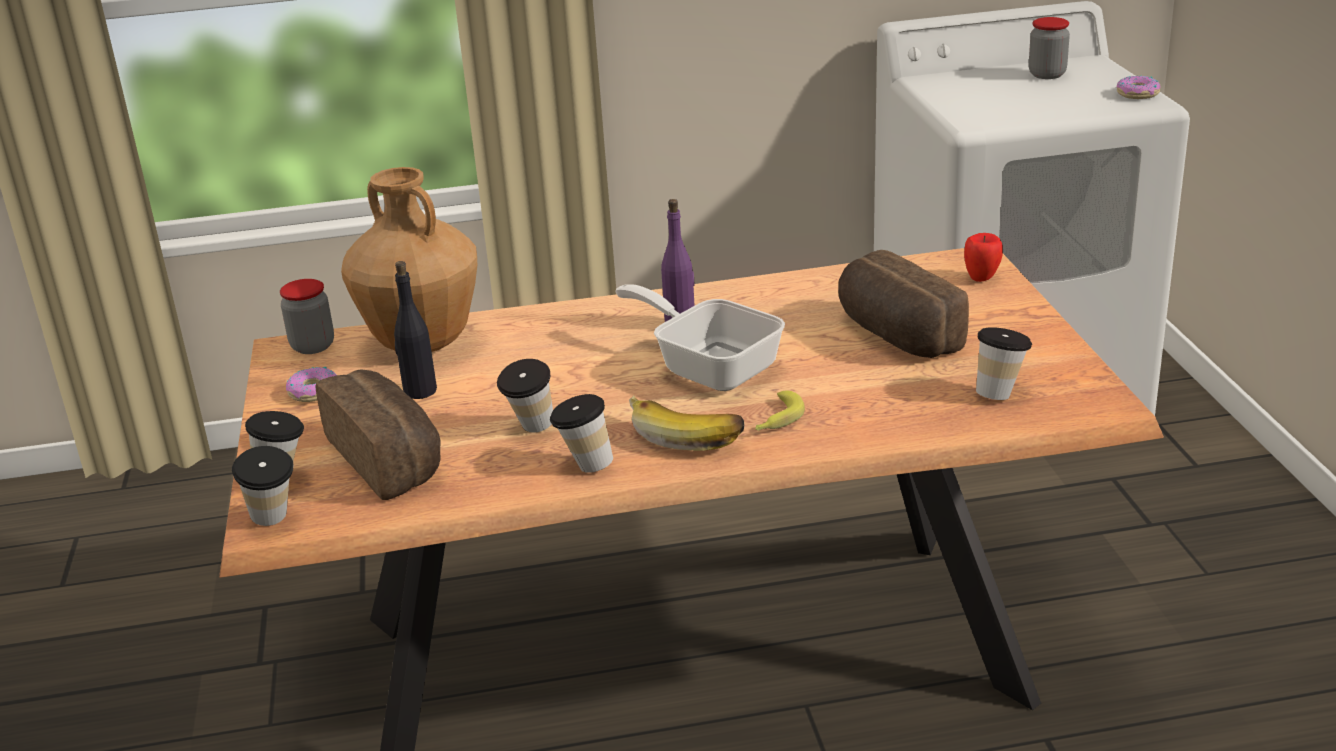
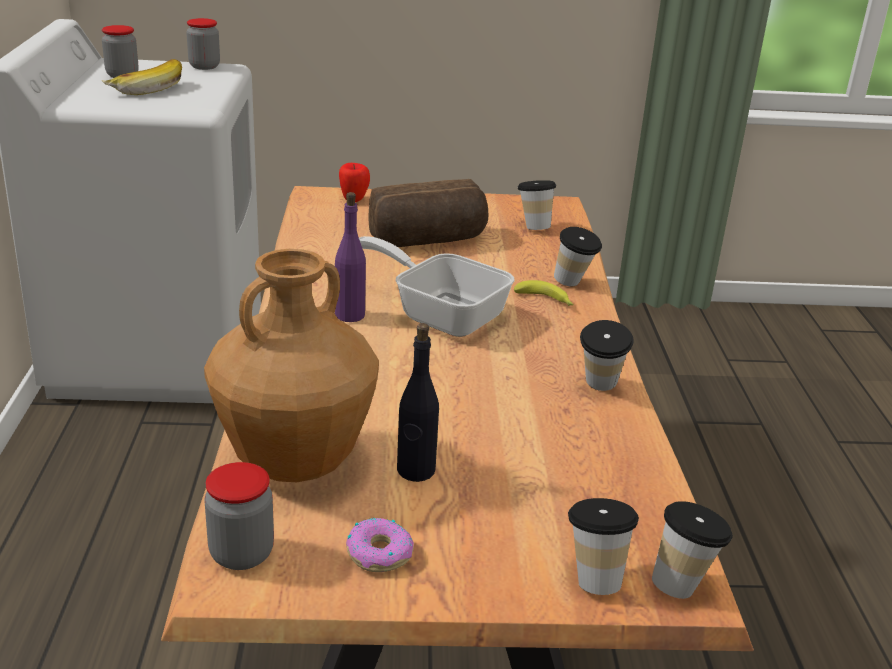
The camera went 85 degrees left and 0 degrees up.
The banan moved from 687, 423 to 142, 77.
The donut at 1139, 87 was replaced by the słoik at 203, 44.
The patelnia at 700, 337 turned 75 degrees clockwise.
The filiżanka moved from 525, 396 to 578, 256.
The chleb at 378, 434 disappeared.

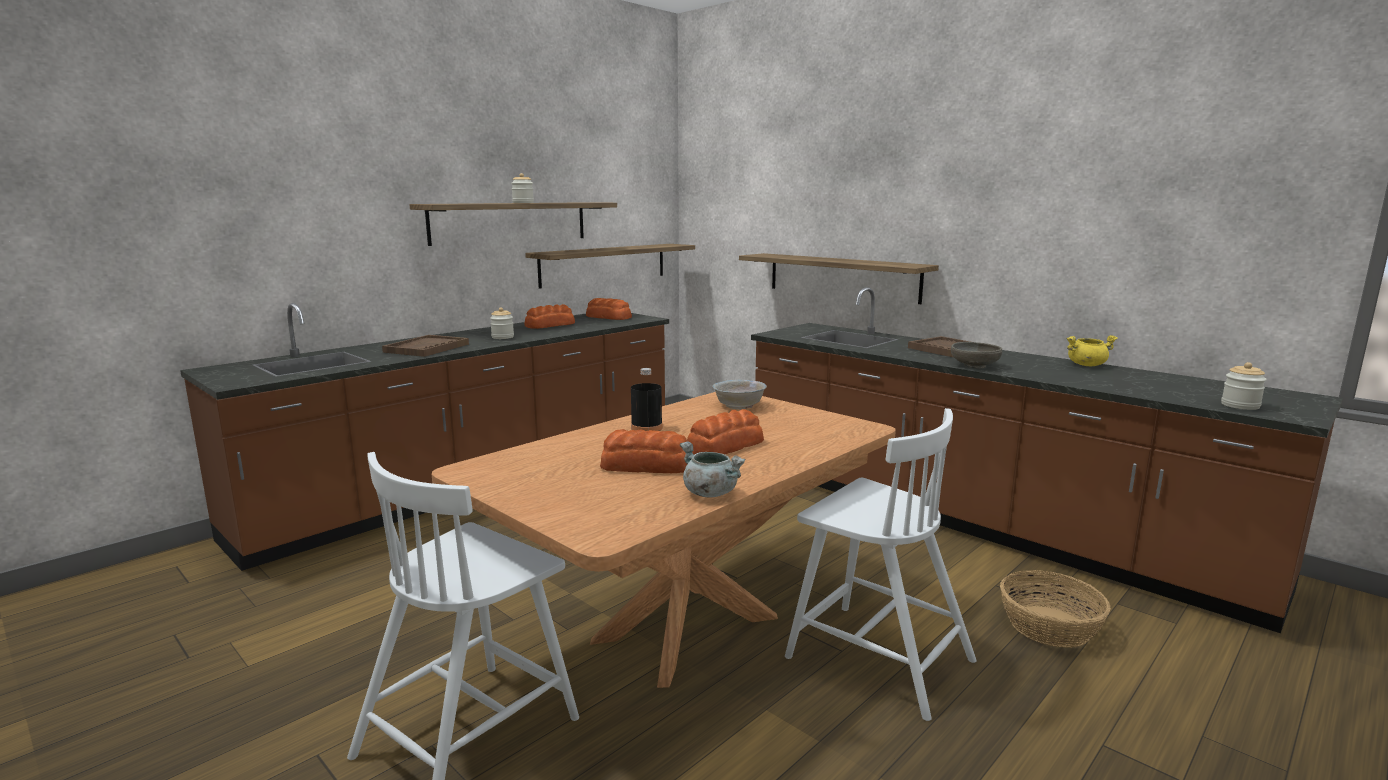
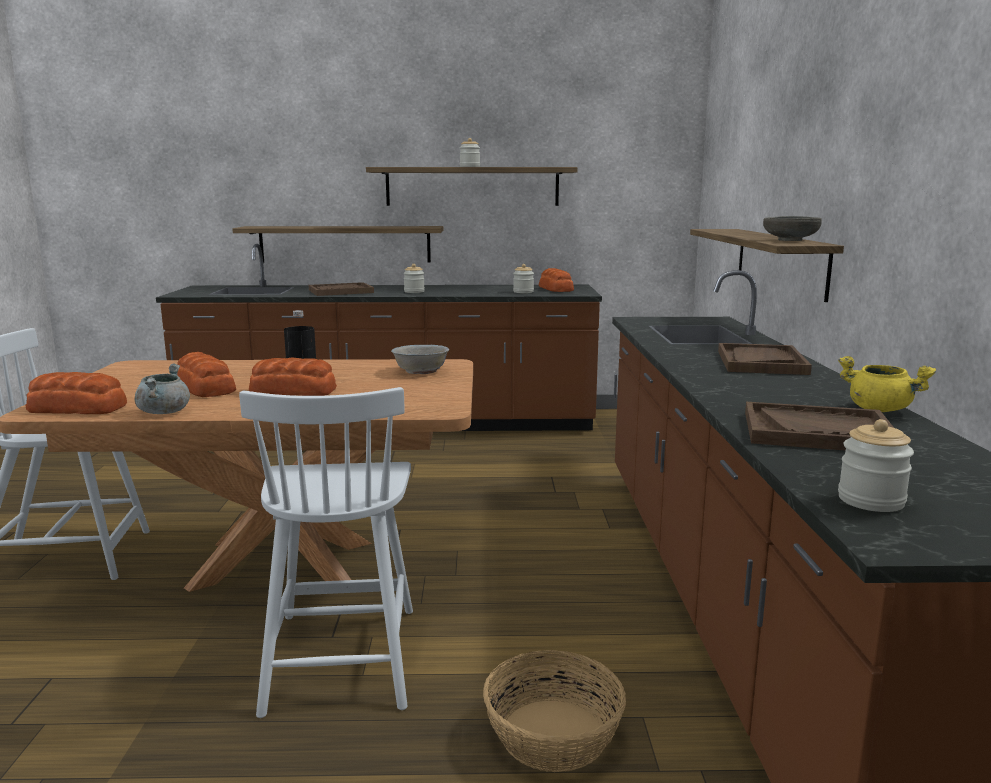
The camera went 45 degrees right and 0 degrees up.
The chleb moved from 549, 316 to 76, 393.
The półka moved from 610, 266 to 337, 244.
The słoik at 523, 278 appeared.
The taca (brązowy) at 819, 426 appeared.
The miska (szary) moved from 976, 355 to 792, 228.

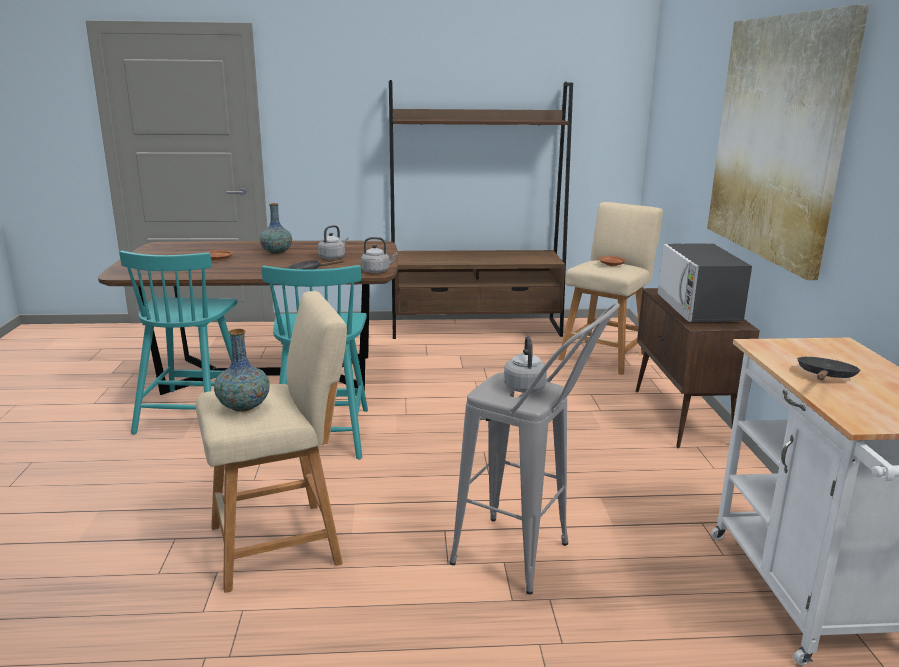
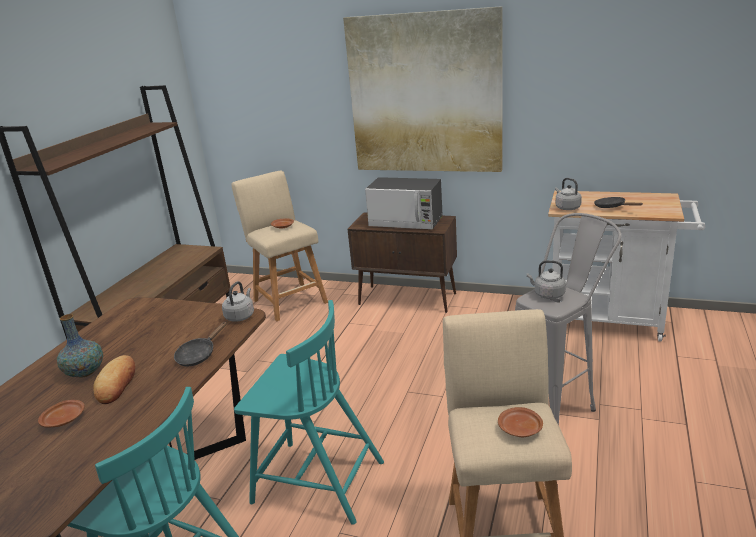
The camera went 65 degrees left and 5 degrees up.
The chleb at 114, 379 appeared.
The wazon at 242, 370 was replaced by the talerz (brązowy) at 520, 422.
The czajnik (szary) moved from 333, 242 to 568, 194.

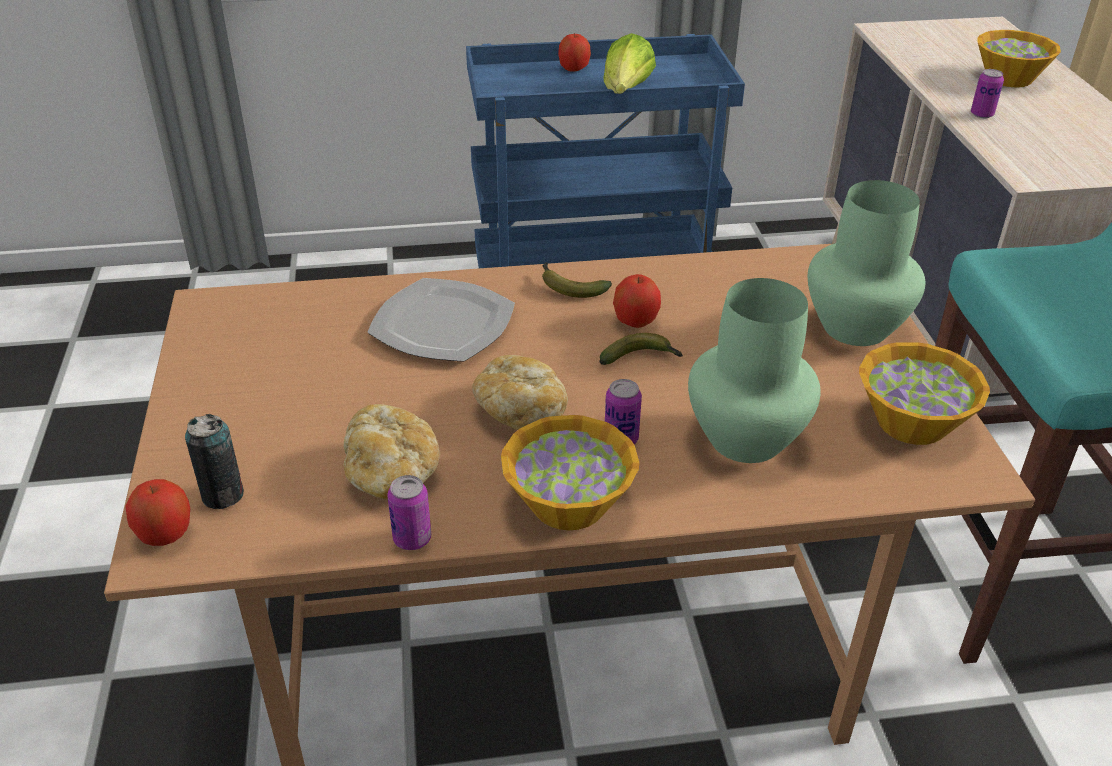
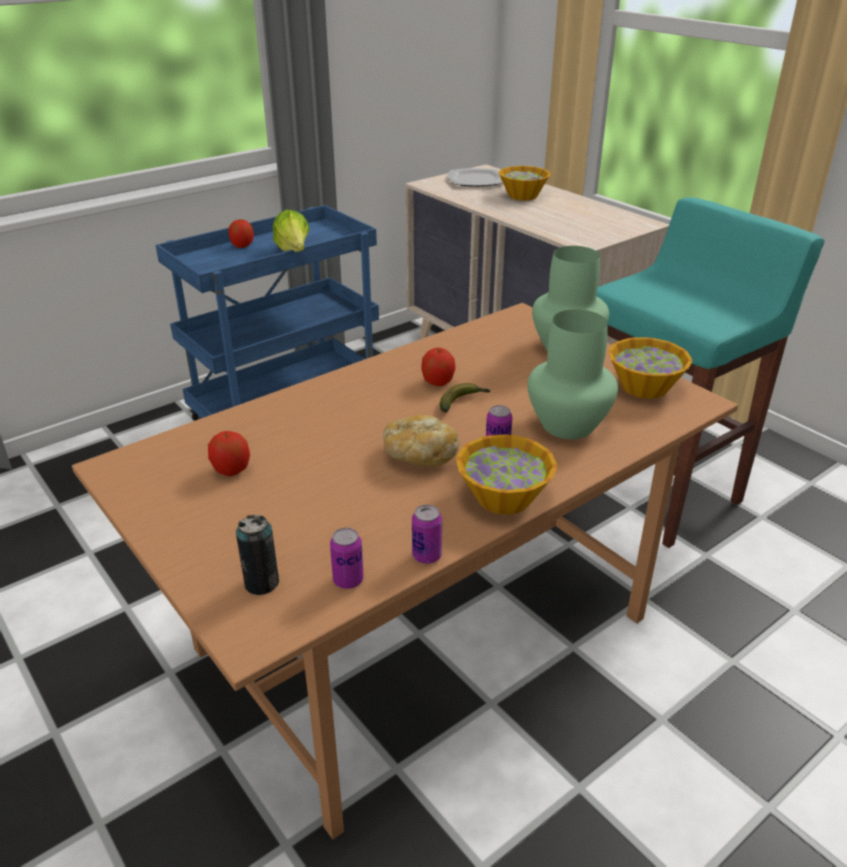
The camera went 30 degrees left and 5 degrees down.
The jabłko moved from 157, 512 to 229, 453.
The puszka moved from 987, 93 to 347, 558.
The talerz moved from 441, 320 to 475, 177.
The chleb at 392, 451 disappeared.
The banan at 577, 280 disappeared.

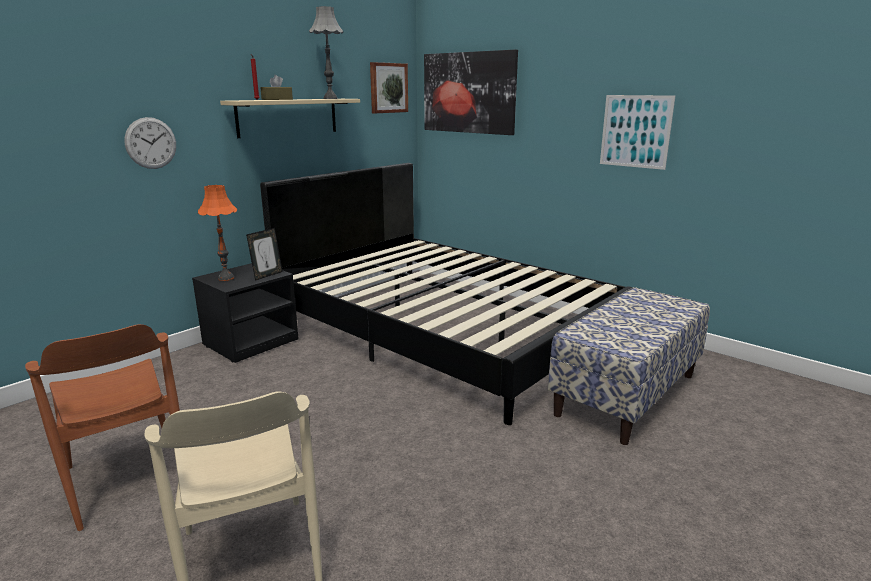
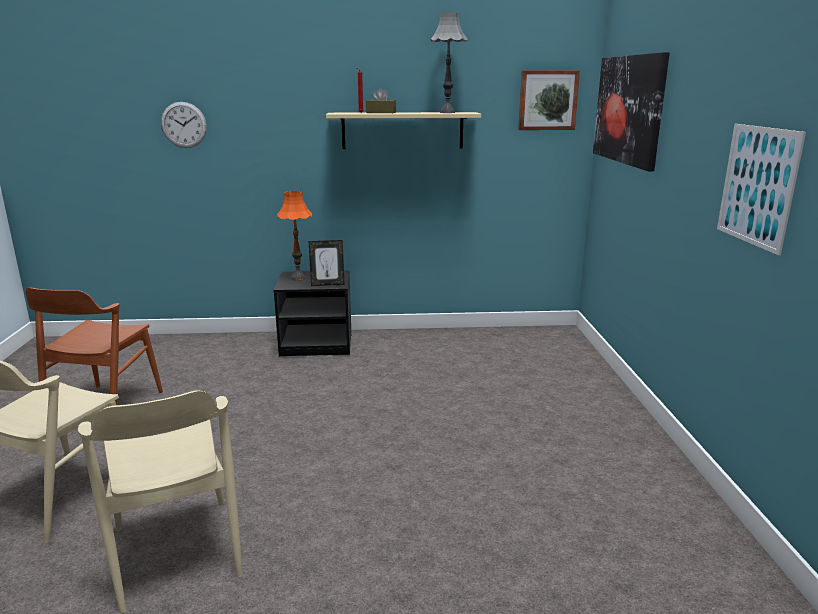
The camera went 45 degrees right and 0 degrees up.
The krzesło (beżowy) at 160, 501 appeared.
The zegar ścienny moved from 150, 143 to 184, 125.
The łóżko (czarny) at 446, 294 disappeared.
The ławka at 629, 366 disappeared.

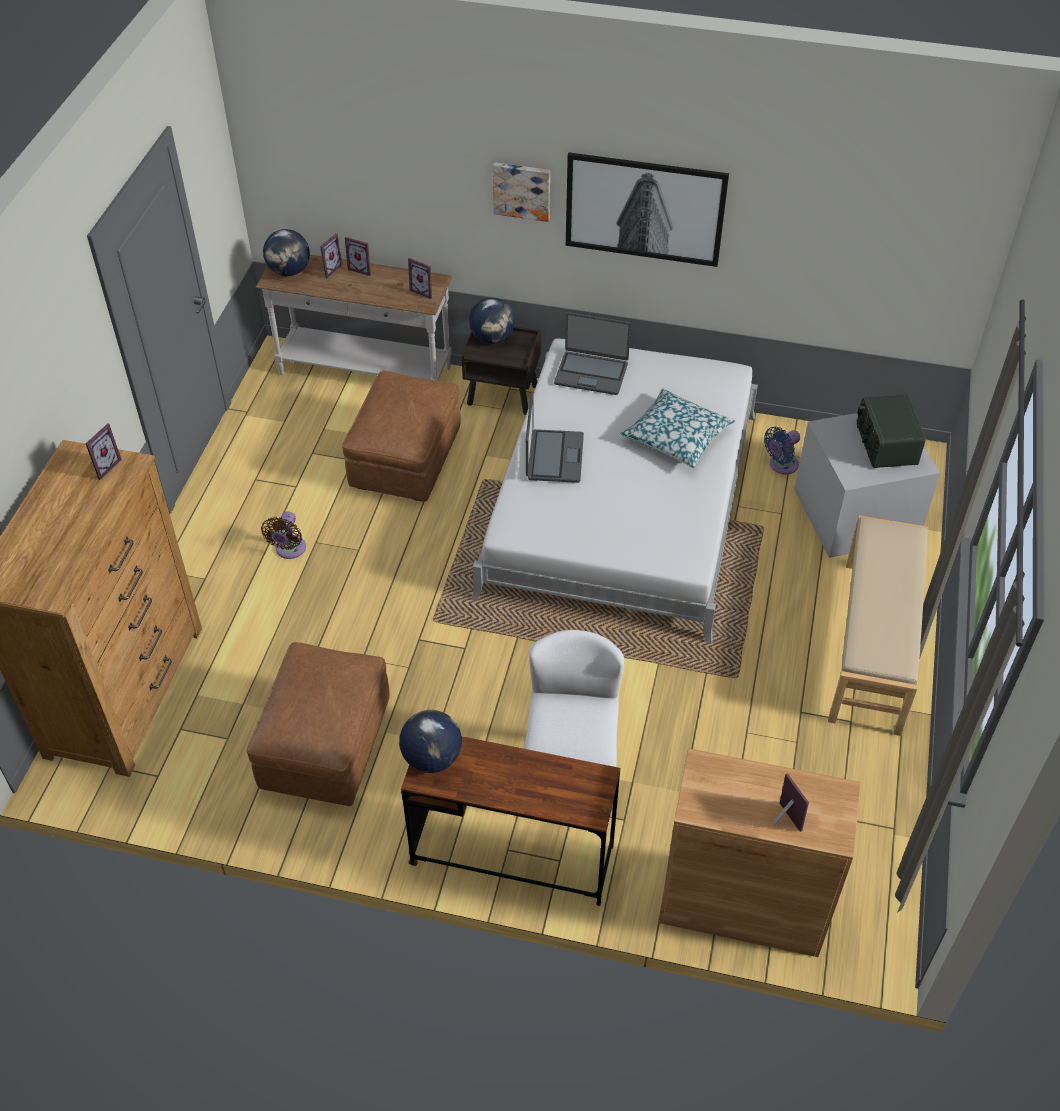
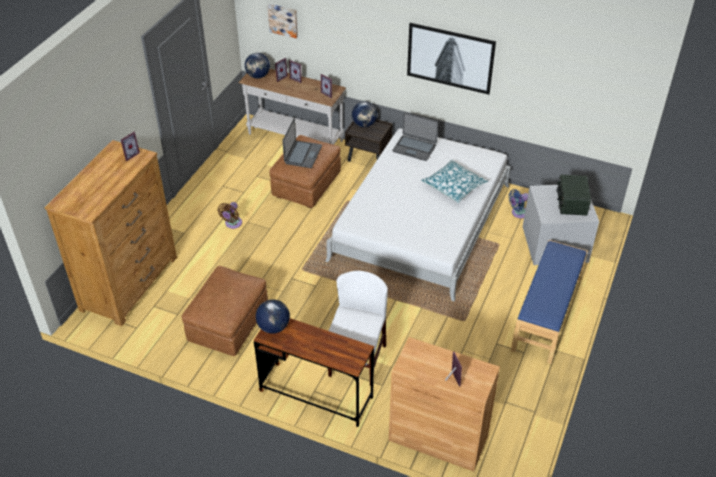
The camera went 10 degrees right and 5 degrees down.
The obraz moved from 521, 192 to 282, 21.
The laptop moved from 555, 437 to 302, 143.
The ławka (beżowy) at 878, 625 became the ławka (niebieski) at 549, 302.

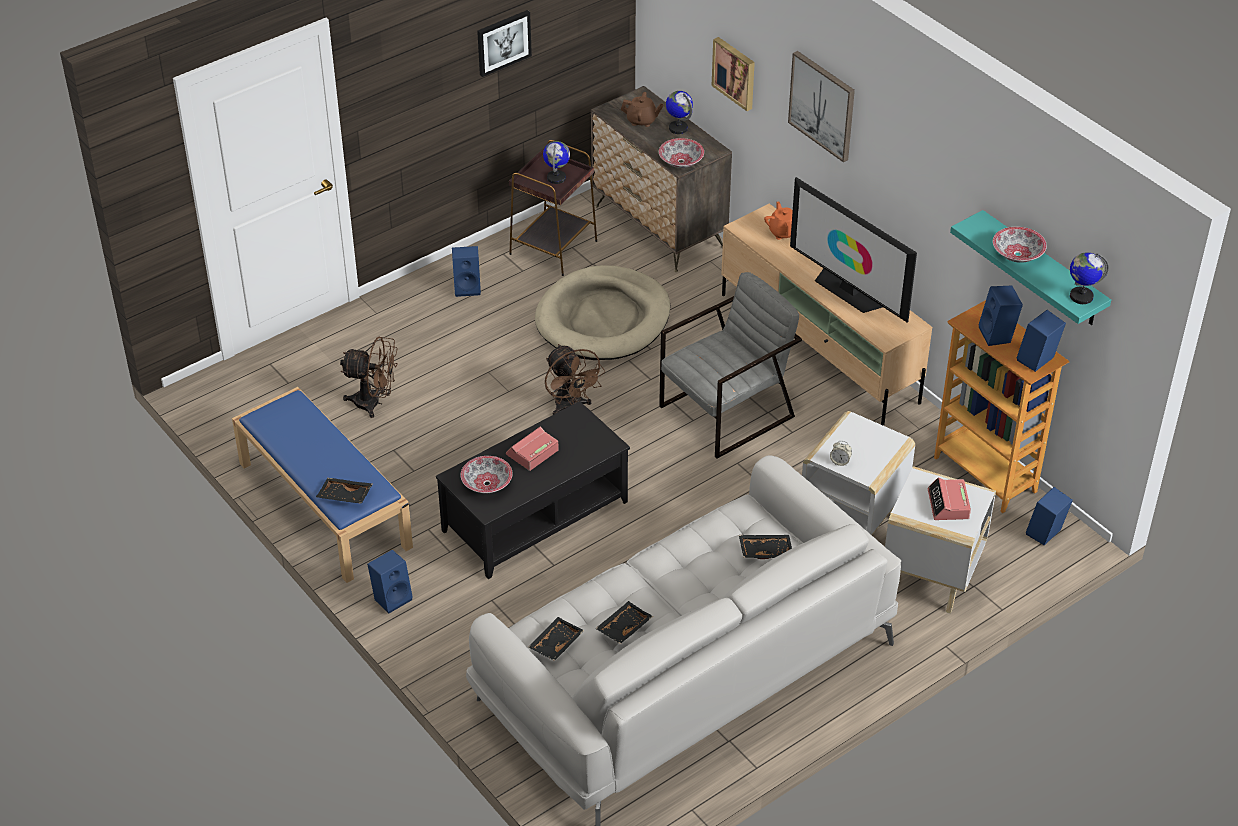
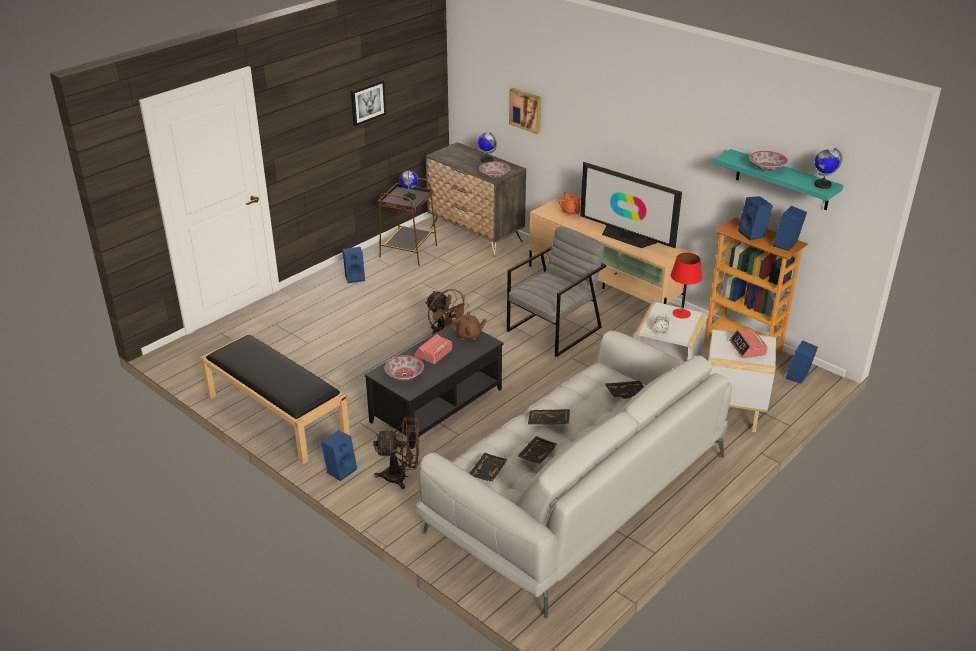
The camera went 10 degrees left and 10 degrees down.
The ławka (niebieski) at 322, 485 became the ławka (czarny) at 275, 399.
The wentylator (brązowy) moved from 369, 377 to 396, 453.
The imbryk (brązowy) moved from 642, 109 to 469, 325.
The taca (czarny) moved from 344, 491 to 549, 417.
The lampa stołowa (czerwony) at 686, 286 appeared.
The legowisko (beżowy) at 602, 312 disappeared.
The obraz at 821, 106 disappeared.

